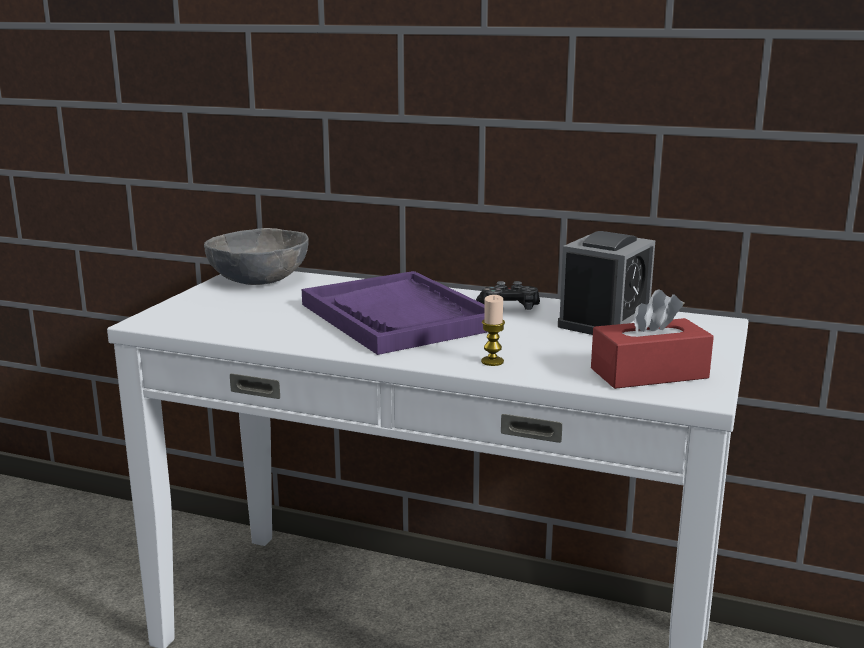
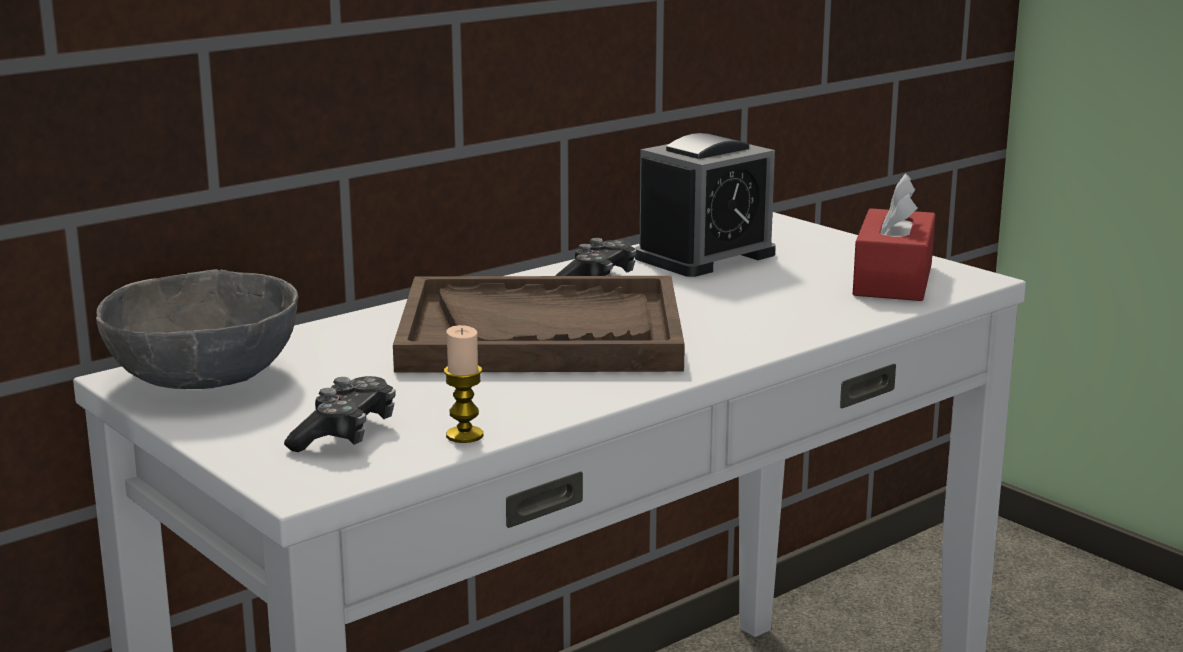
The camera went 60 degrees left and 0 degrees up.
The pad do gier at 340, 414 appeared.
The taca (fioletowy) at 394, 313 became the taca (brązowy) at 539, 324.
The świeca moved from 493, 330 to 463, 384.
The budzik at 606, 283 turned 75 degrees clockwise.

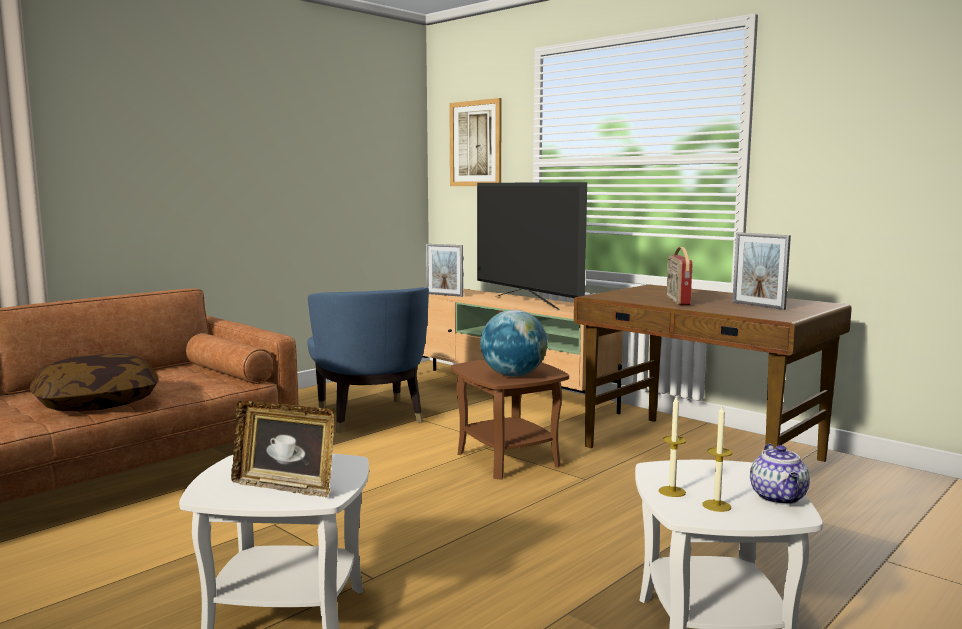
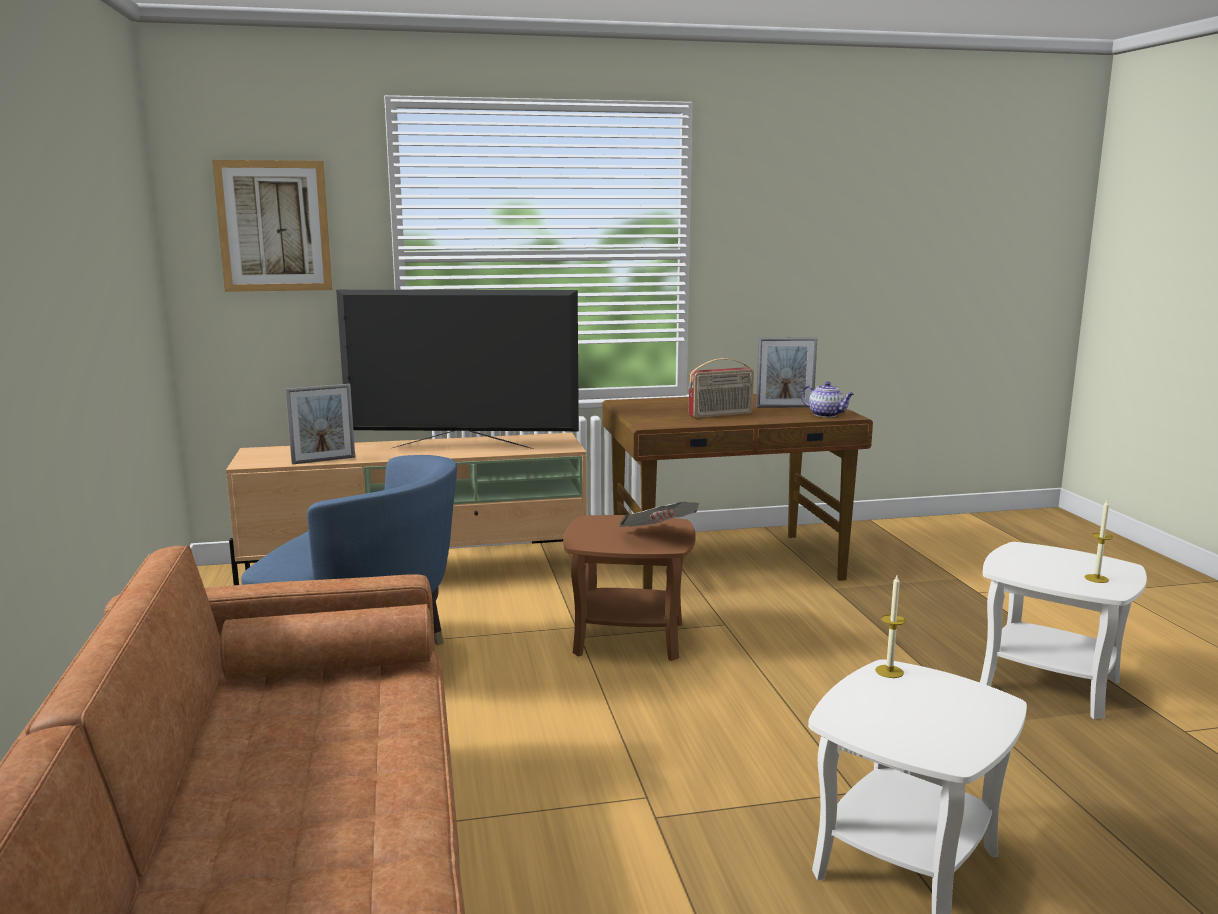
The camera went 55 degrees left and 5 degrees up.
The globus at 513, 343 was replaced by the gazeta at 659, 514.
The radio at 680, 276 turned 60 degrees counterclockwise.
The imbryk moved from 780, 474 to 827, 399.
The świeca moved from 672, 446 to 890, 627.
The poduszka at 94, 382 disappeared.
The ramka na zdjęcie at 282, 449 disappeared.

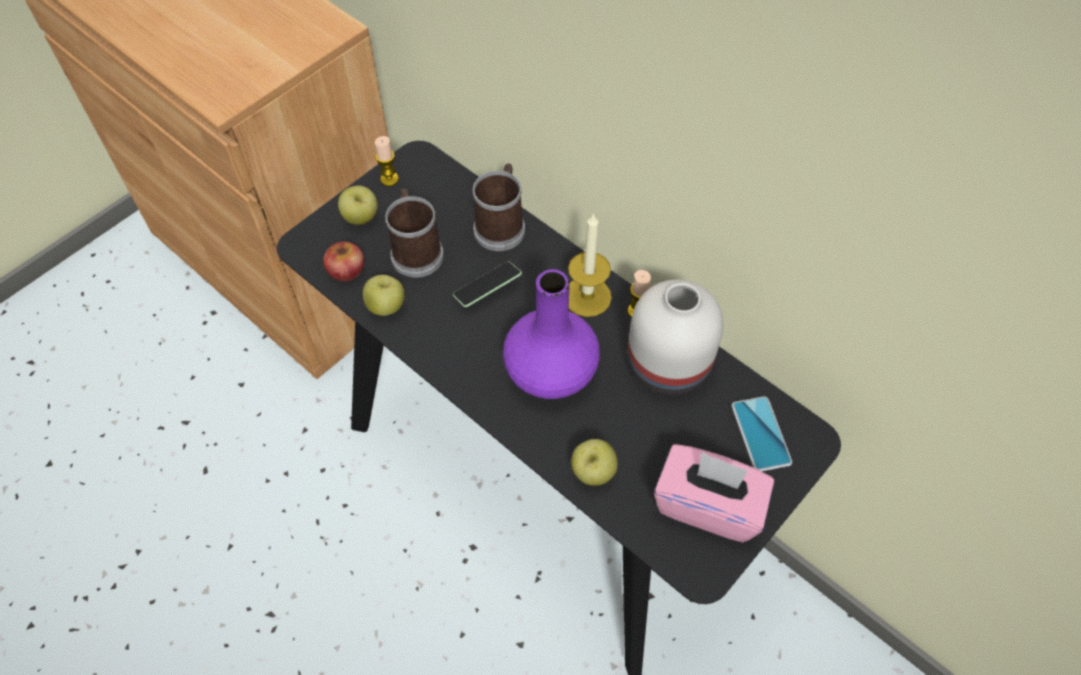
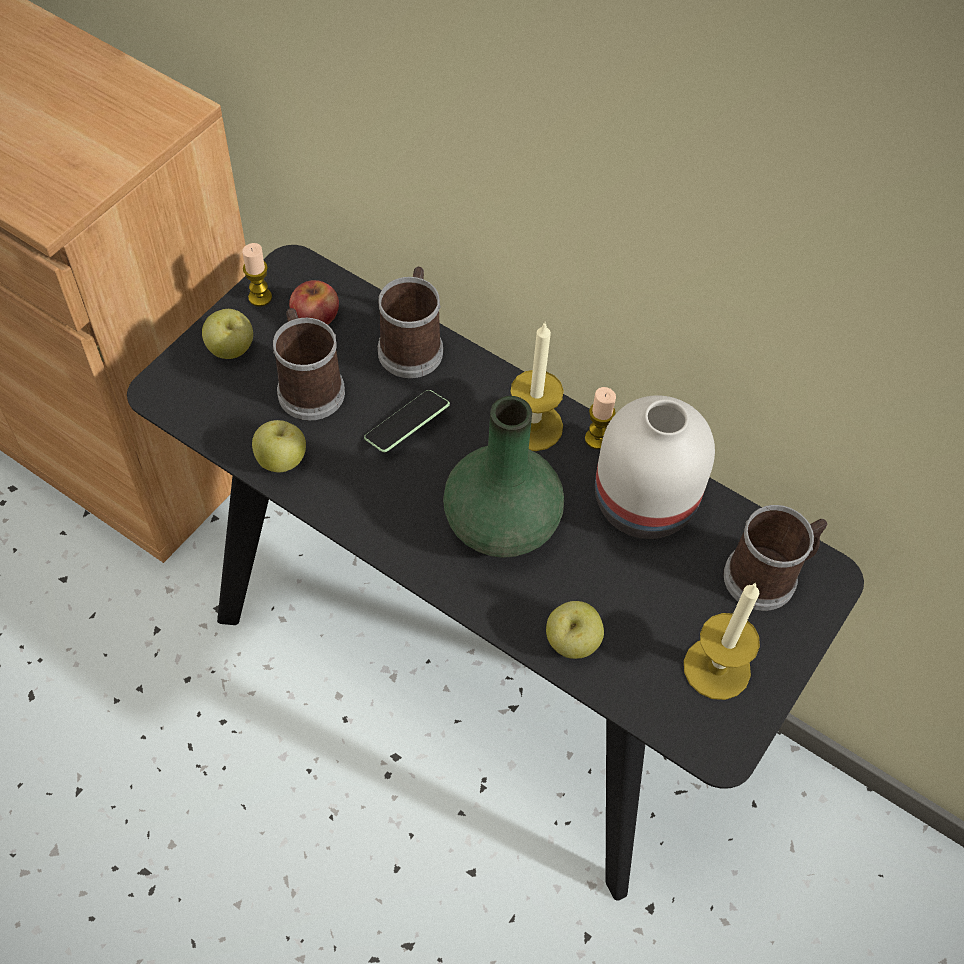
The camera went 10 degrees left and 0 degrees up.
The jabłko moved from 343, 261 to 314, 302.
The wazon (fioletowy) at 551, 334 became the wazon (zielony) at 503, 477.
The pudełko chusteczek (różowy) at 714, 493 was replaced by the świeca at 722, 641.
The telefon at 762, 433 was replaced by the kubek at 776, 558.

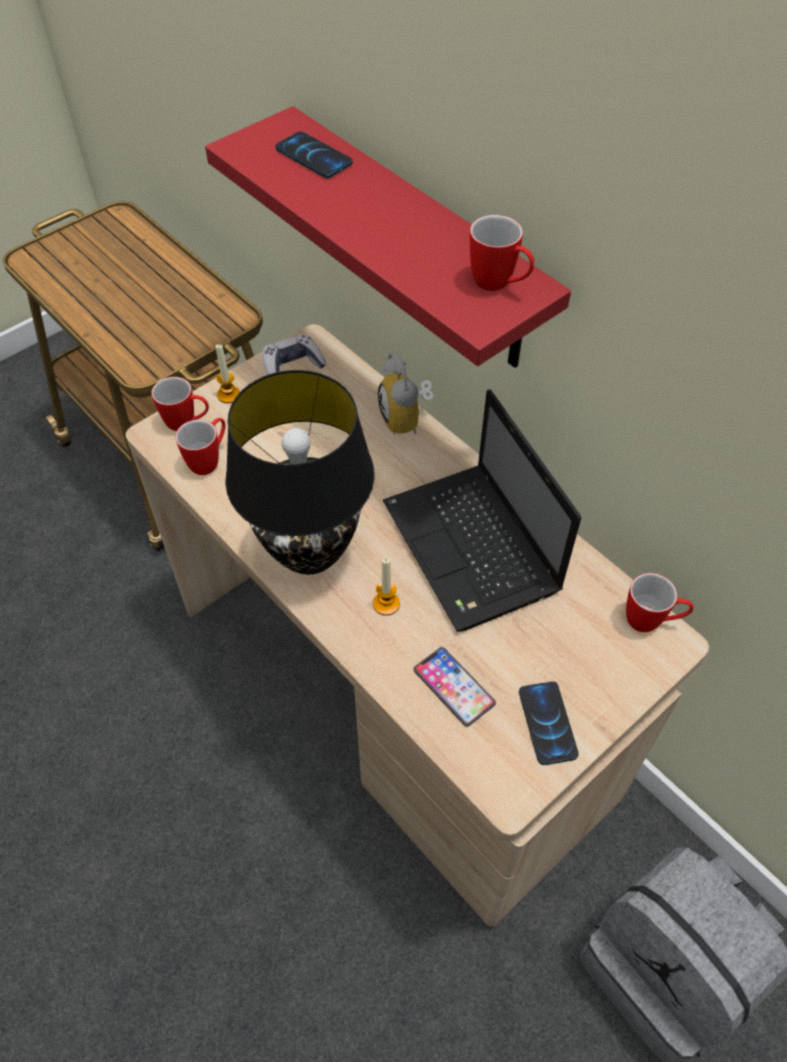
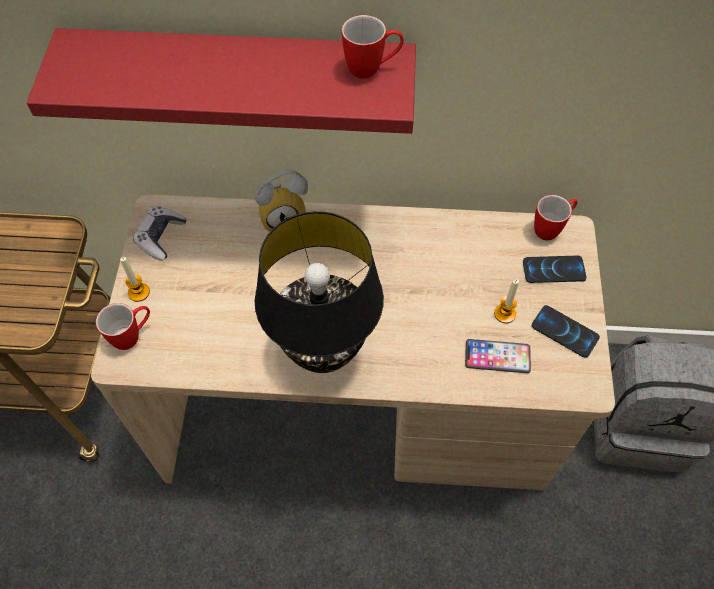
The camera went 45 degrees left and 5 degrees up.
The budzik at 405, 394 turned 45 degrees counterclockwise.
The świeca moved from 386, 586 to 506, 301.
The telefon moved from 314, 155 to 555, 269.
The kubek at 200, 446 disappeared.
The laptop at 482, 510 disappeared.

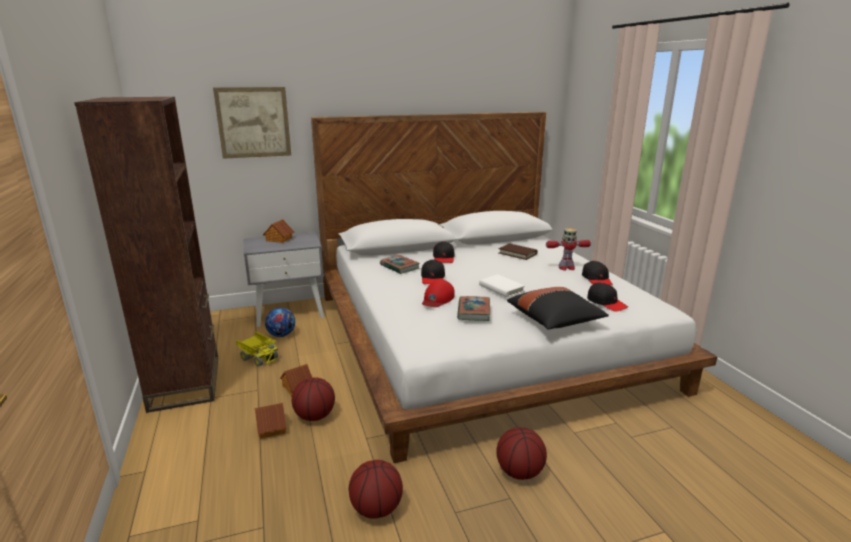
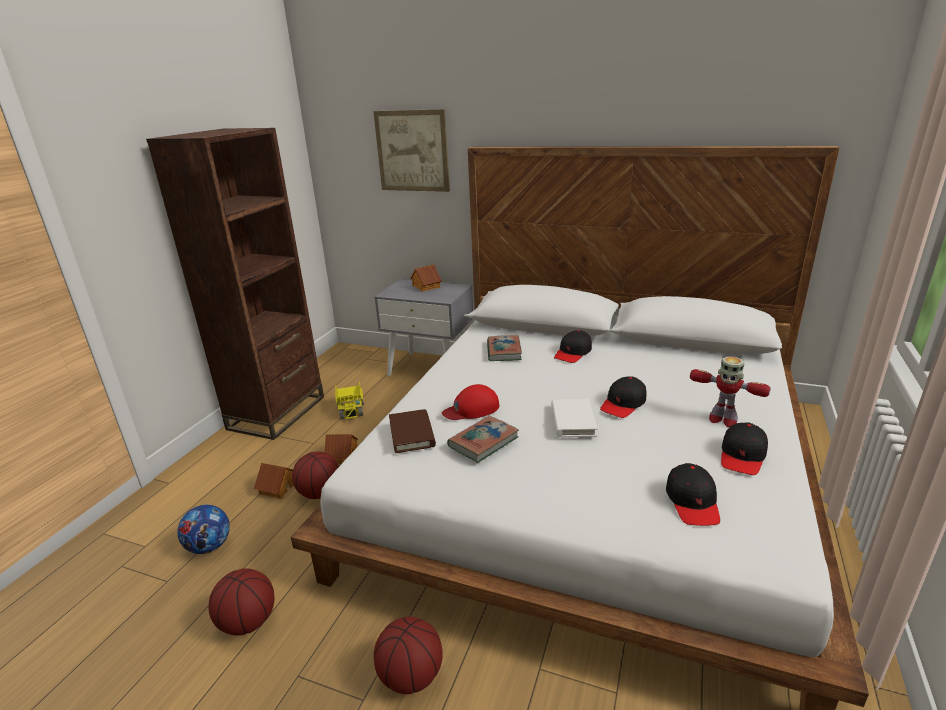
The camera went 40 degrees right and 5 degrees up.
The piłka futbolowa moved from 280, 322 to 203, 529.
The książka (brązowy) moved from 518, 251 to 412, 431.
The czapka z daszkiem (czarny) moved from 433, 271 to 623, 397.
The poduszka (czarny) at 558, 308 disappeared.

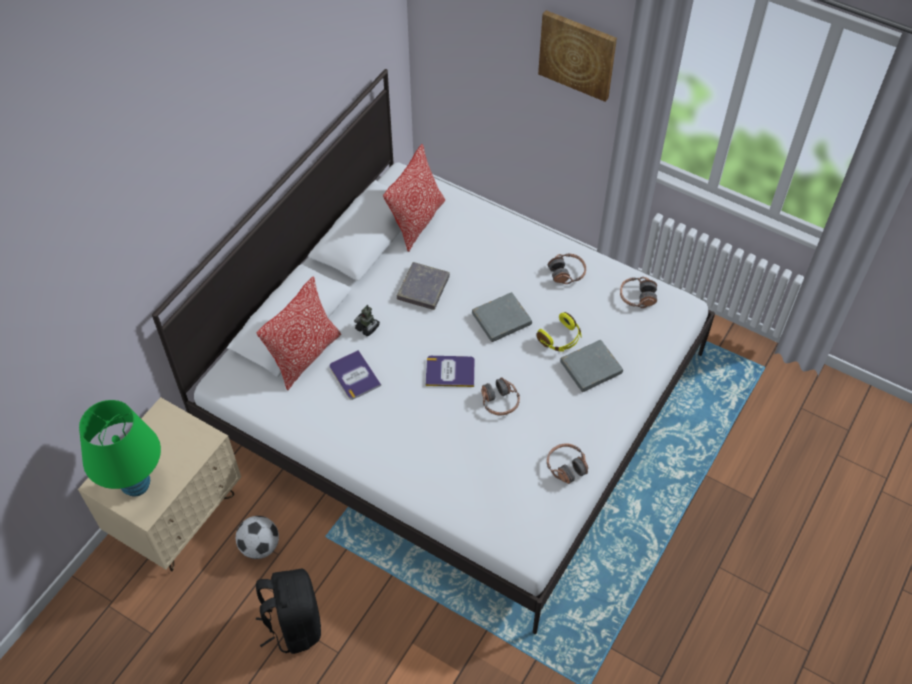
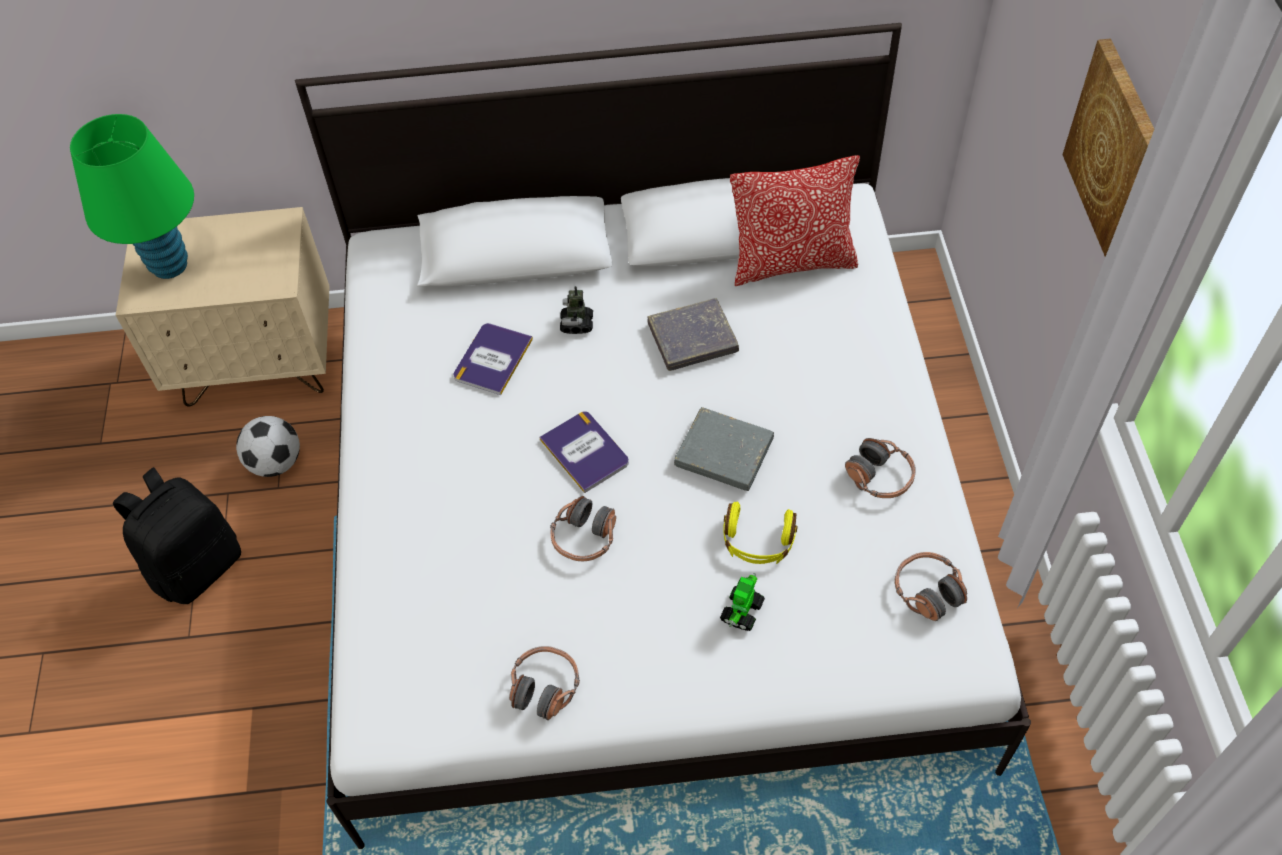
The camera went 55 degrees right and 0 degrees up.
The książka (szary) at 591, 366 was replaced by the robot zabawkowy at 742, 602.
The poduszka at 299, 333 disappeared.

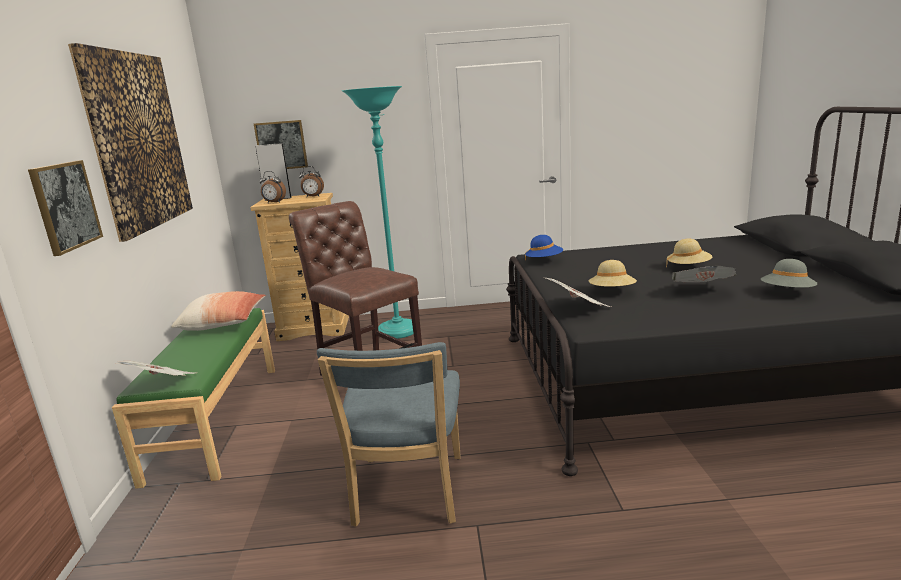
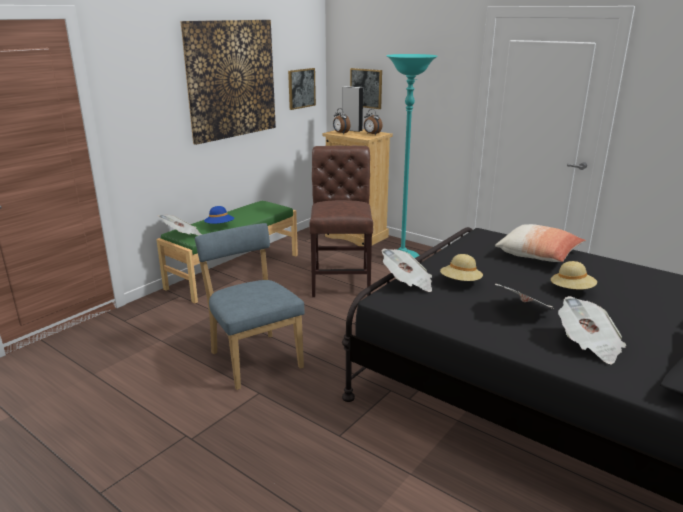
The camera went 40 degrees right and 5 degrees up.
The krzesło (niebieski) at 388, 434 turned 105 degrees clockwise.
The kapelusz (niebieski) moved from 544, 248 to 219, 215.
The obraz moved from 65, 208 to 302, 89.
The poduszka moved from 218, 311 to 540, 243.
The kapelusz (szary) at 789, 273 was replaced by the gazeta at 592, 330.

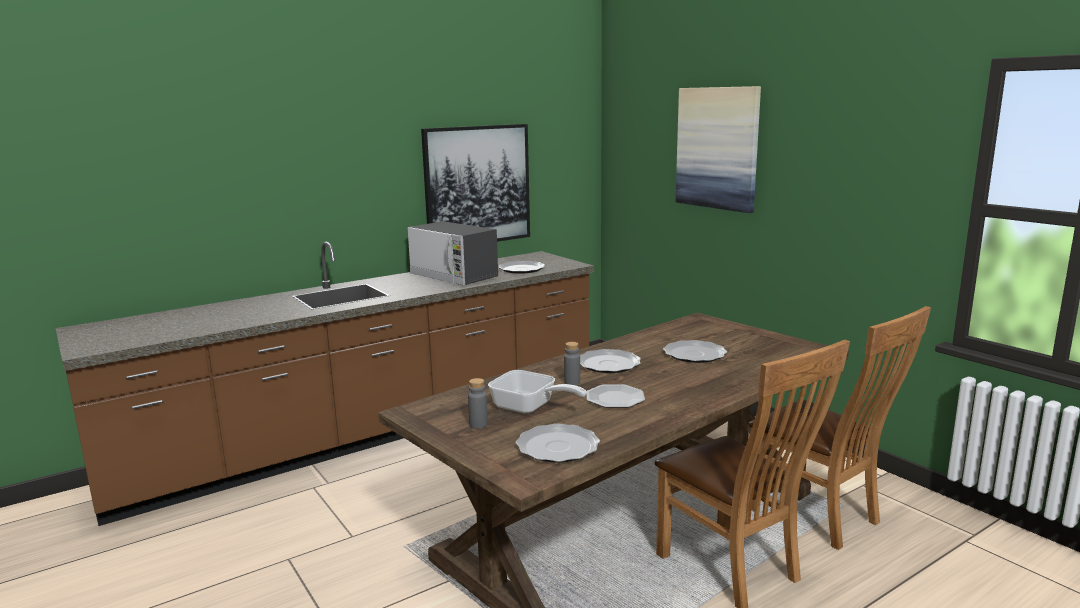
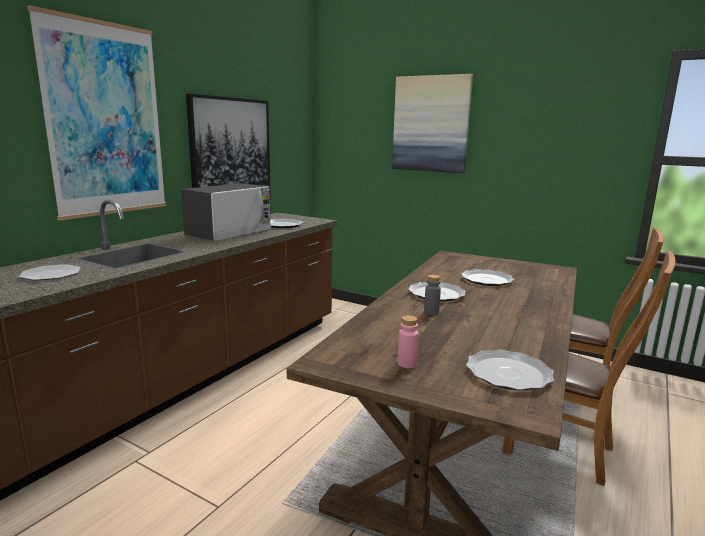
The camera went 25 degrees left and 0 degrees up.
The talerz moved from 615, 396 to 50, 272.
The obraz at 97, 113 appeared.
The mikrofalówka at 453, 253 turned 75 degrees counterclockwise.
The butelka (szary) at 478, 403 became the butelka (różowy) at 408, 341.
The patelnia at 537, 392 disappeared.

